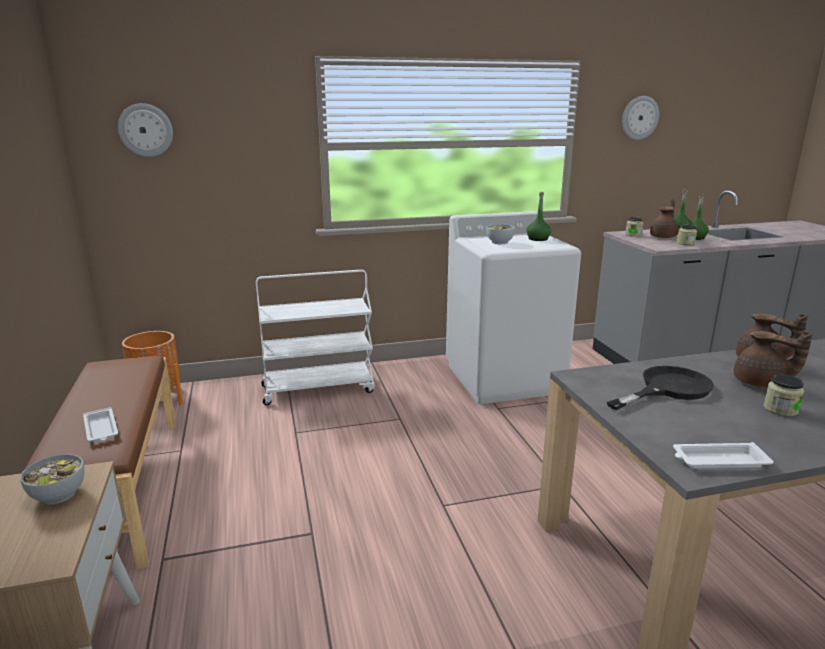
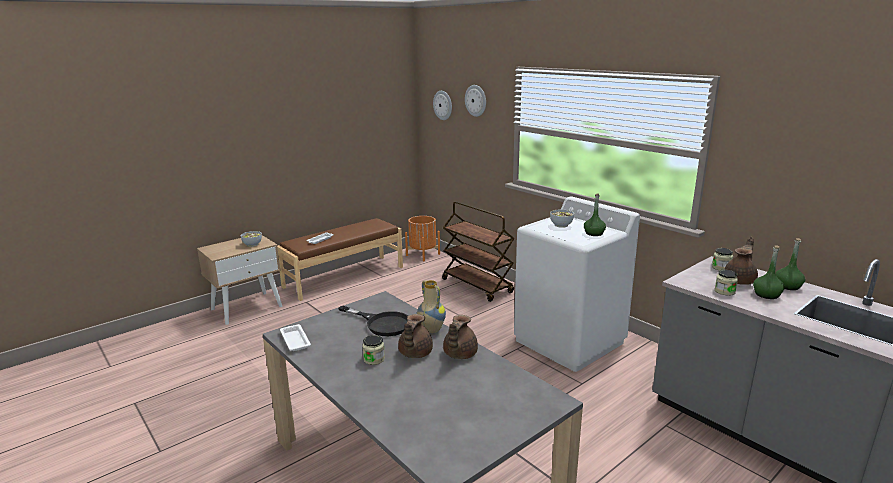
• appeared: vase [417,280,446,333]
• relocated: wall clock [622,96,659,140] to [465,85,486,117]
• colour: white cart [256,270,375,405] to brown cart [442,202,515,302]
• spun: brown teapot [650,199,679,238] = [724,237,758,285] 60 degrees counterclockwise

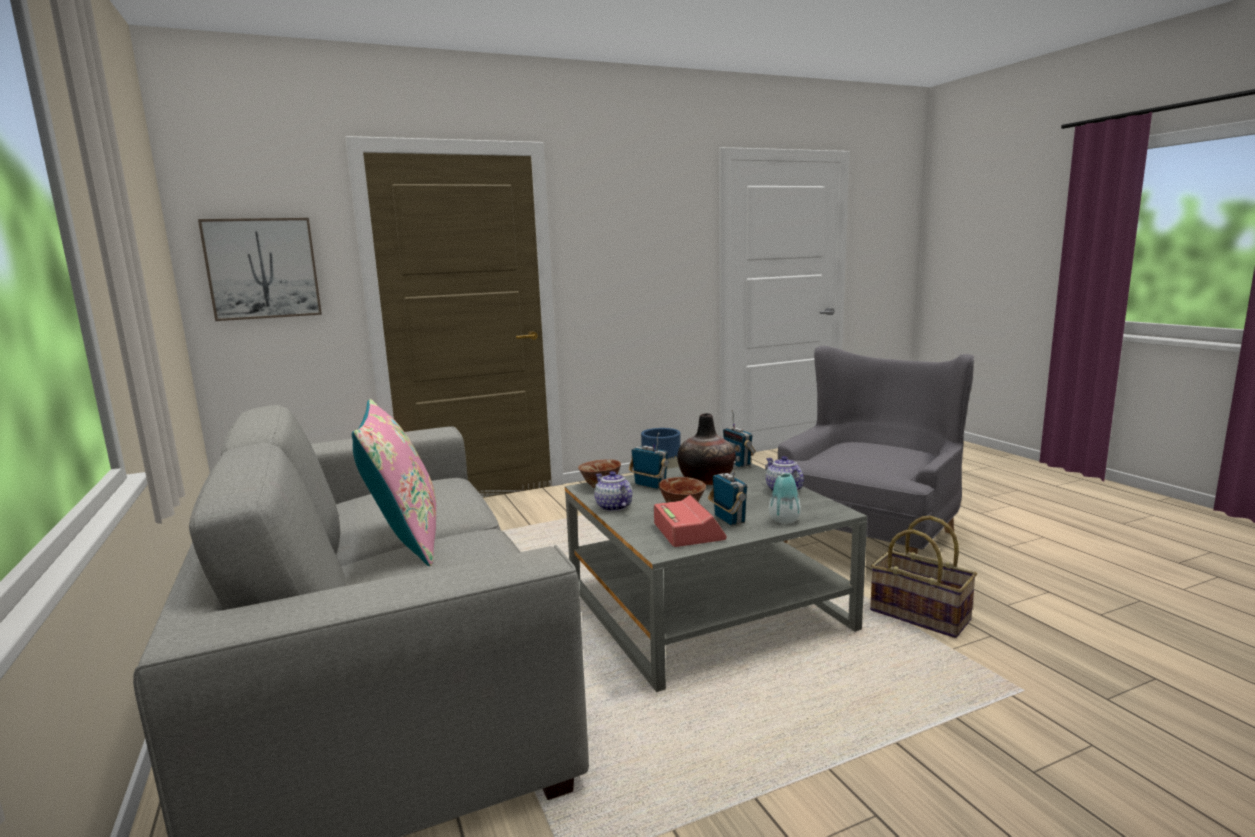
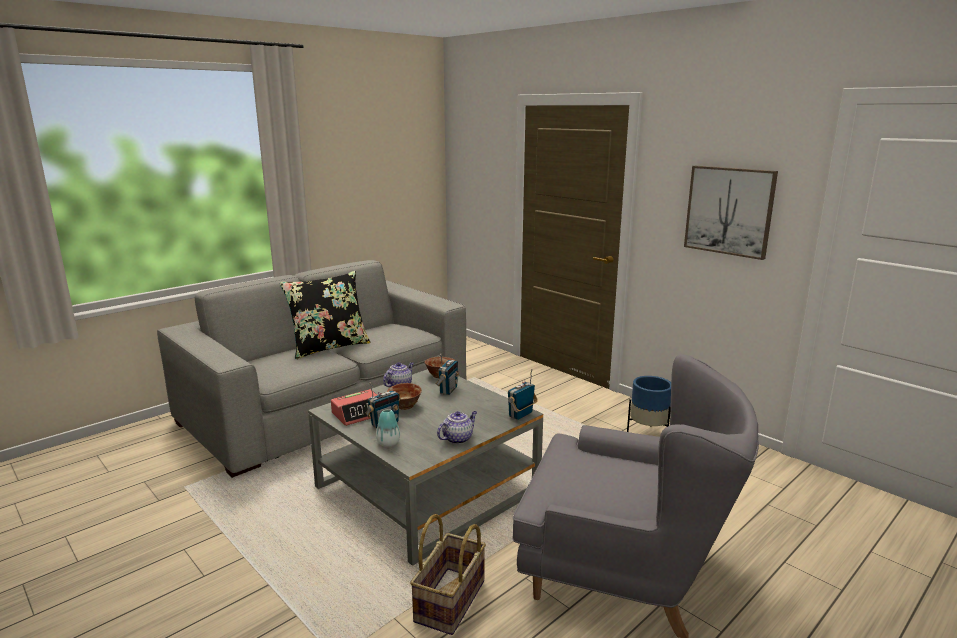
• missing: vase [677,413,736,485]
• relocated: picture [198,218,322,321] to [684,166,778,260]
• colour: pink pillow [352,399,436,566] to black pillow [280,271,371,359]

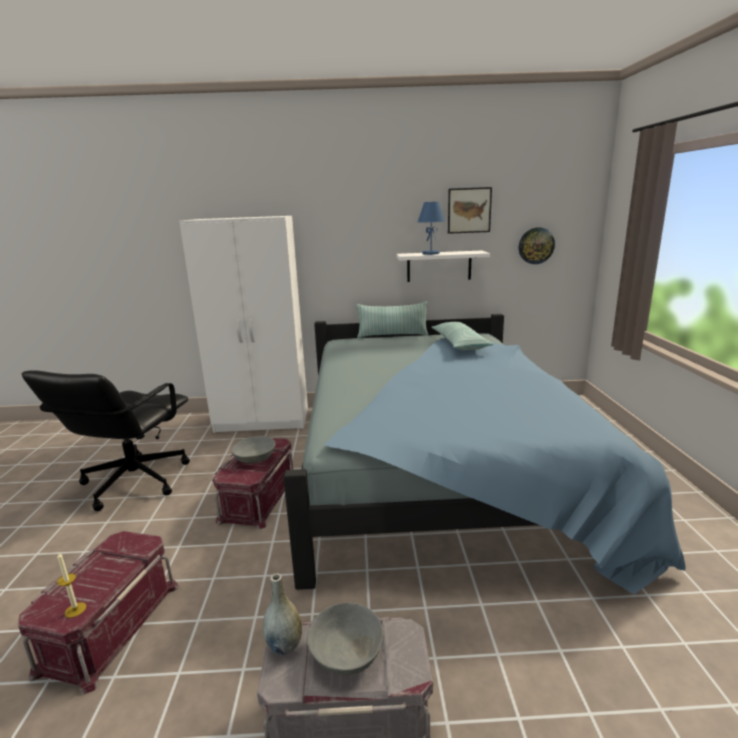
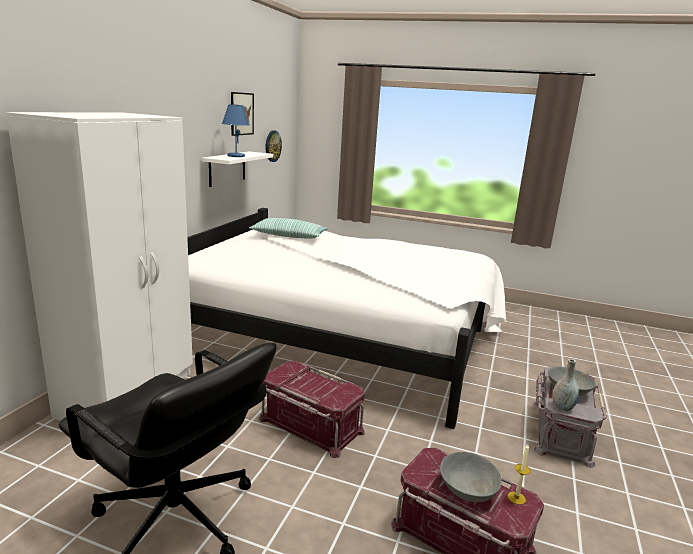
• missing: pillow [356,301,428,338]
• relocated: grey bowl [232,436,275,463] to [440,452,502,502]
• colour: blue bed [283,314,685,594] to white bed [187,208,506,429]

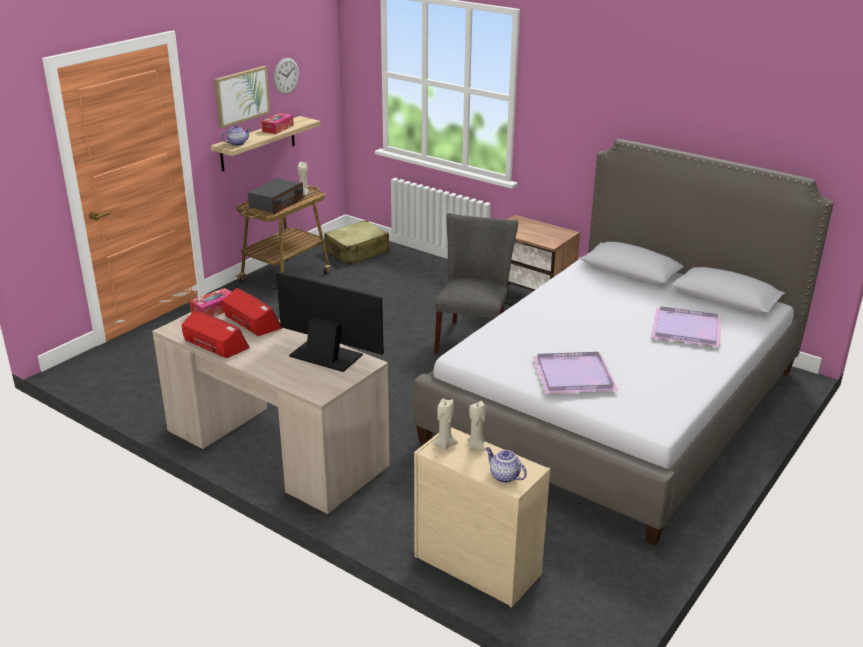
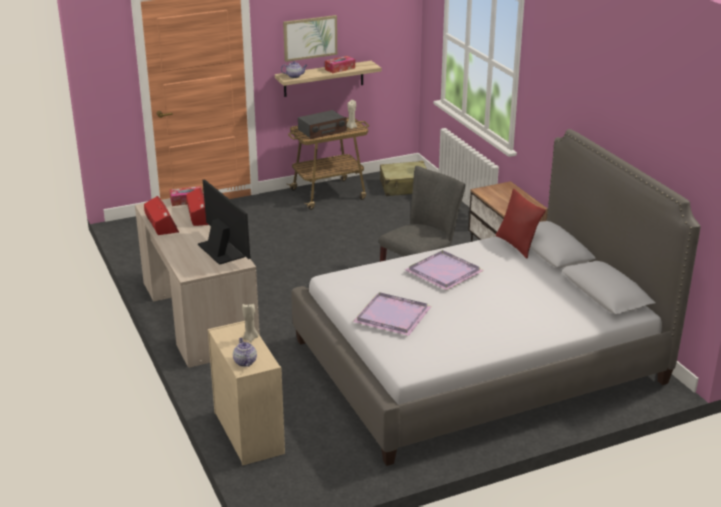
• missing: wall clock [273,58,299,95]
• missing: beige candle [432,399,458,450]
• appeared: red pillow [496,188,546,258]
• relocated: purple tray [651,306,721,347] to [405,250,484,290]

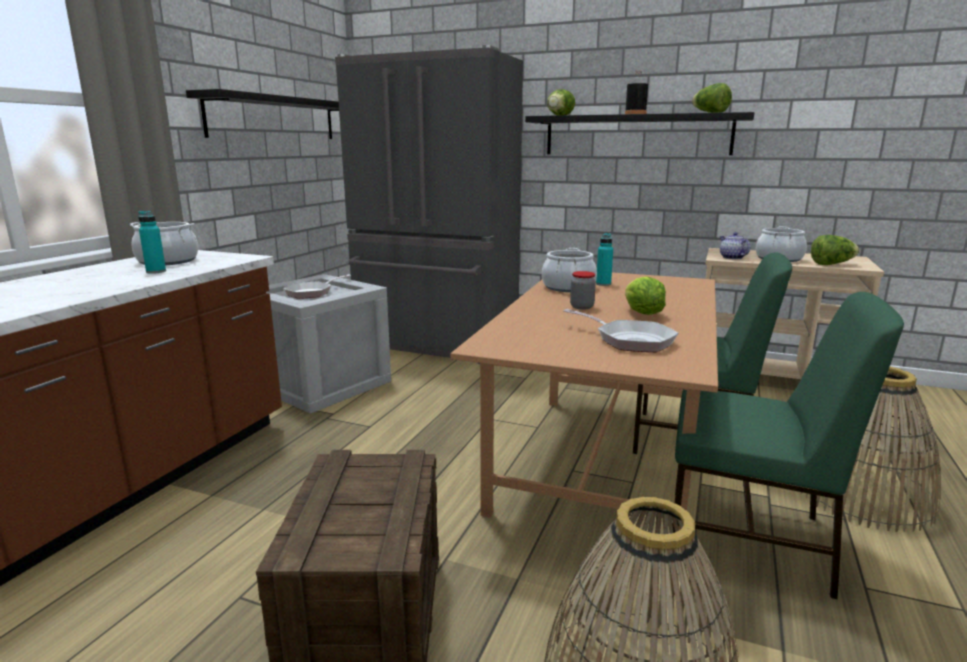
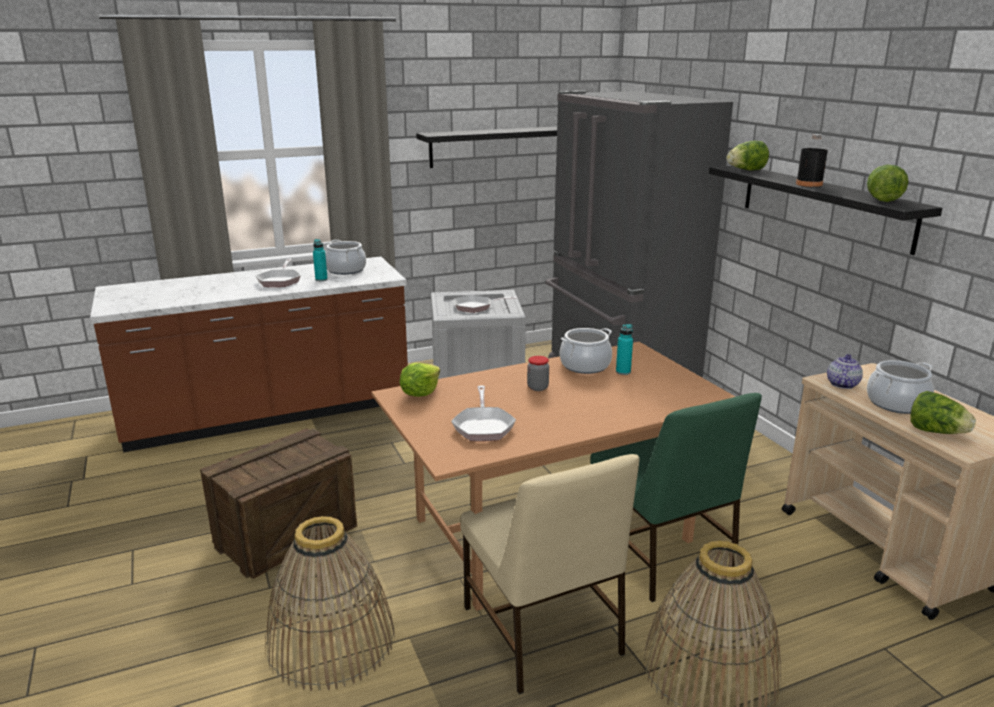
• appeared: frying pan [255,259,301,287]
• relocated: lettuce [625,276,666,315] to [399,363,440,397]
• colour: green chair [672,292,904,599] to beige chair [460,454,639,694]

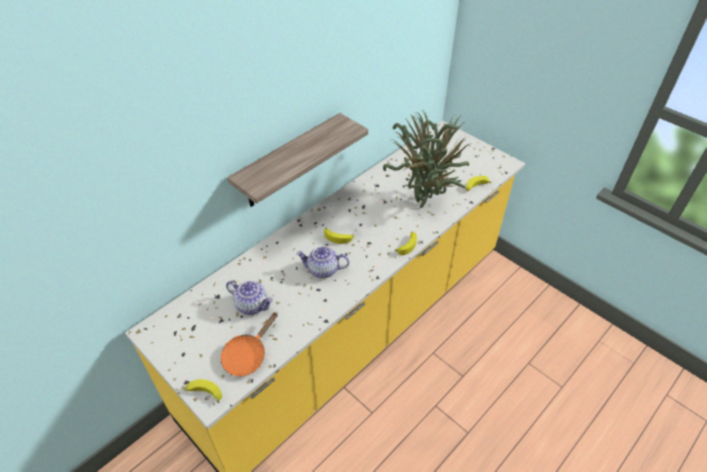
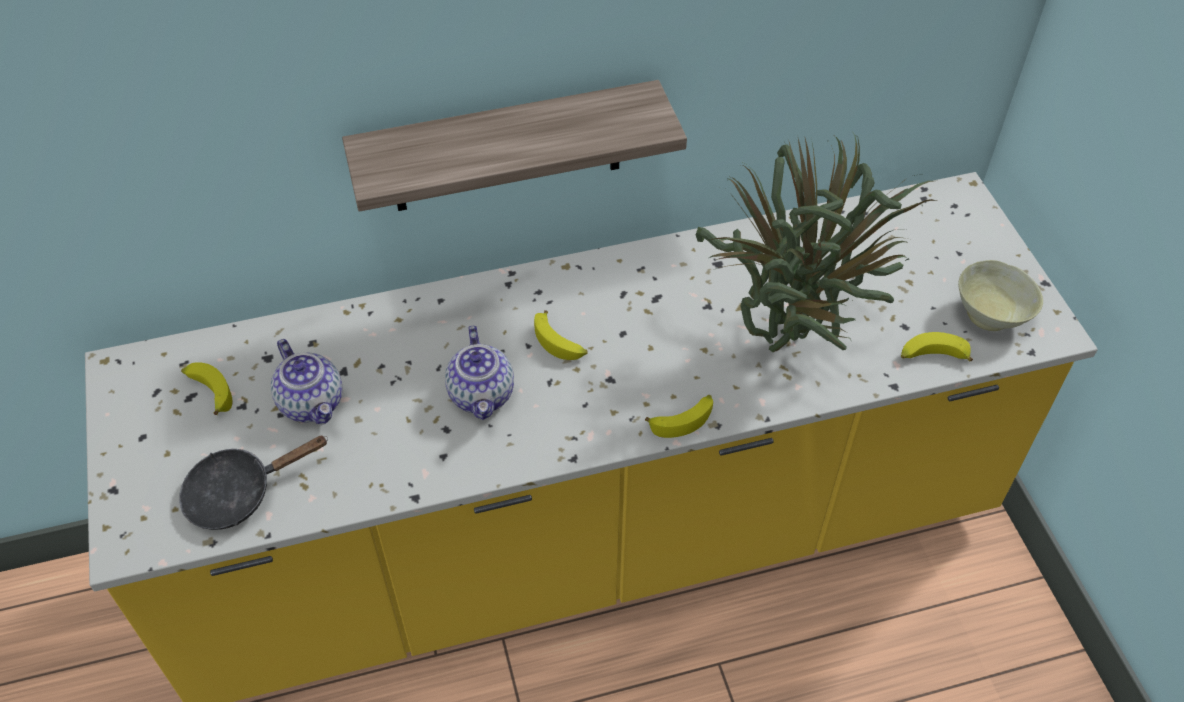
• appeared: beige bowl [958,260,1043,331]
• relocated: banana [184,379,222,403] to [181,362,233,415]
• colour: orange frying pan [221,312,278,376] to black frying pan [179,436,328,530]
• spun: teapot [296,246,349,278] = [445,326,514,420] 135 degrees counterclockwise

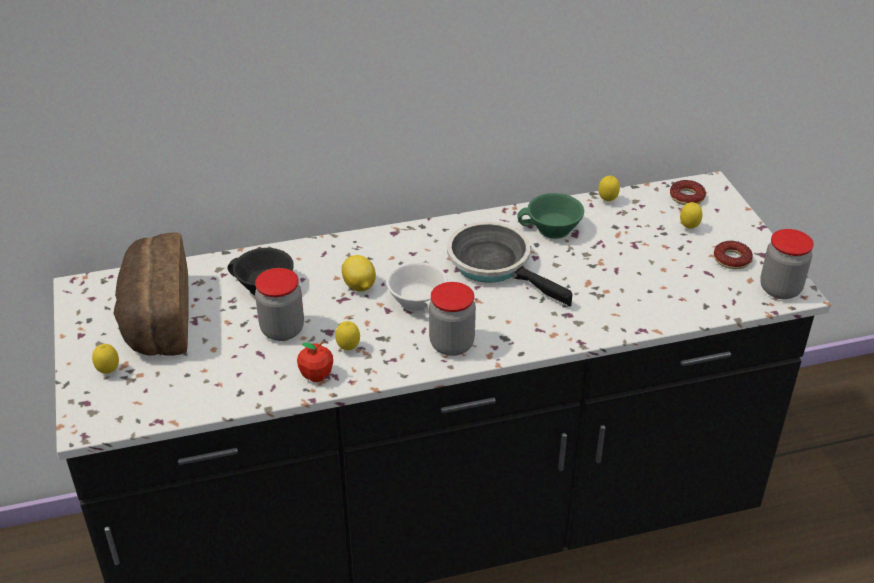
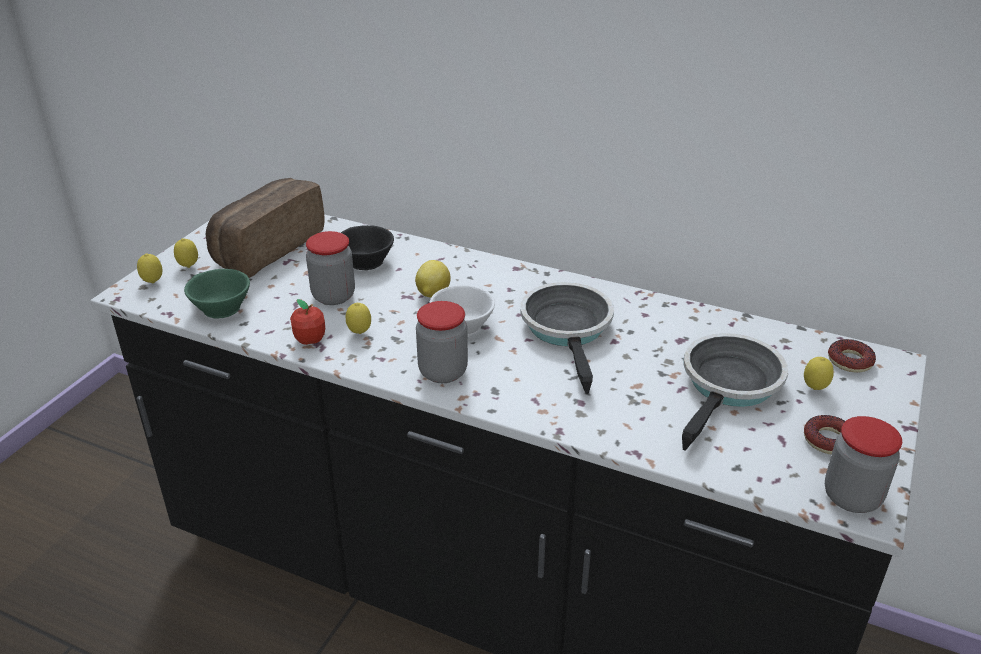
• appeared: frying pan [682,333,788,451]
• relocated: green cup [518,193,584,239] to [184,269,250,319]
• relocated: lemon [598,176,620,202] to [137,254,162,283]

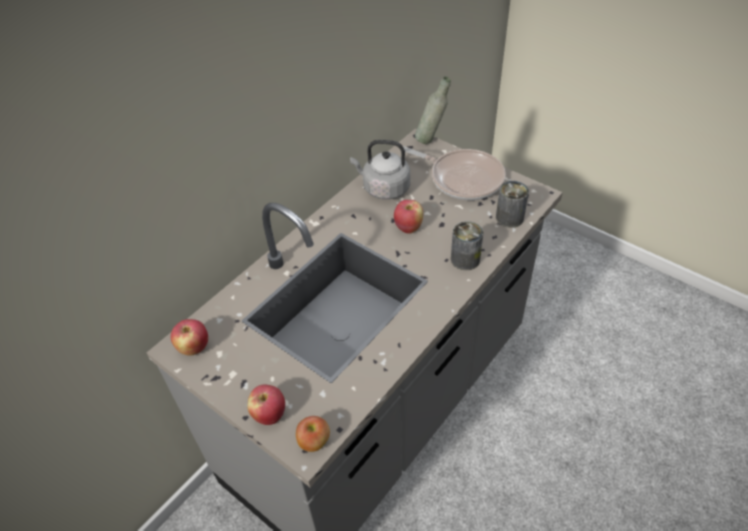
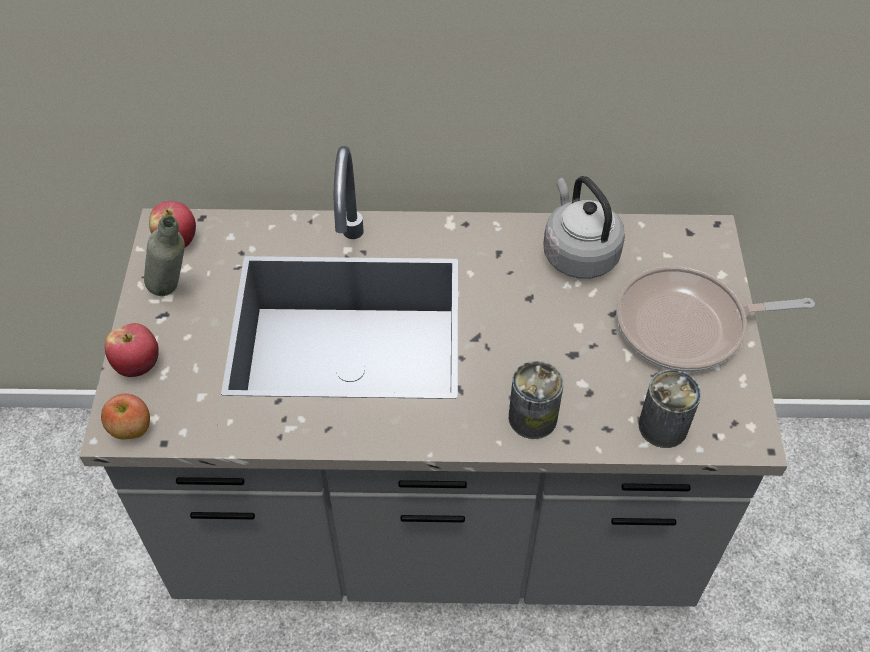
• missing: apple [394,200,423,234]
• relocated: grey bottle [415,76,451,144] to [144,215,185,296]
• spun: frying pan [403,146,506,200] = [616,266,815,372] 90 degrees clockwise

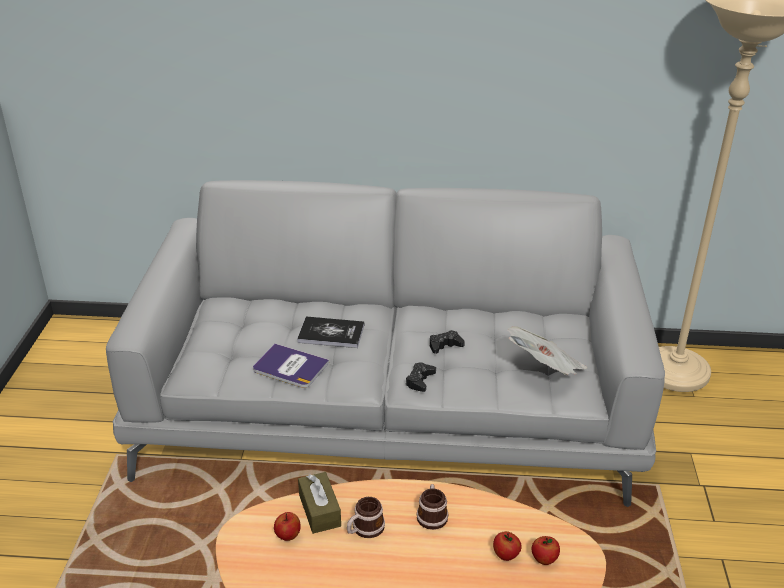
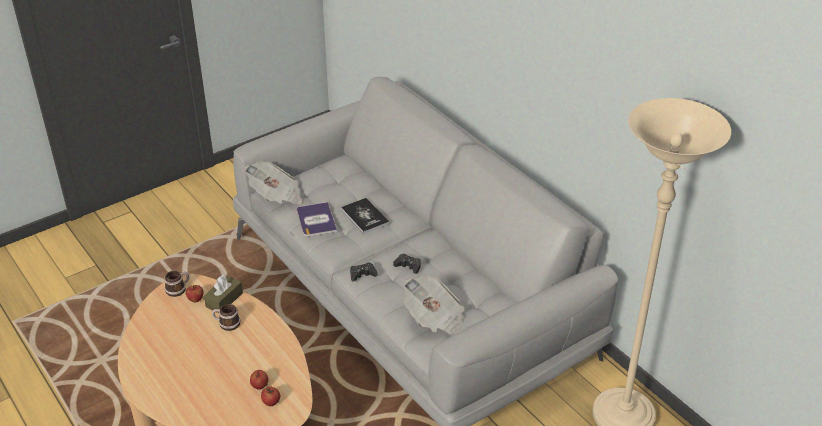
• appeared: newspaper [244,161,302,204]
• relocated: mug [416,484,449,530] to [164,271,190,297]

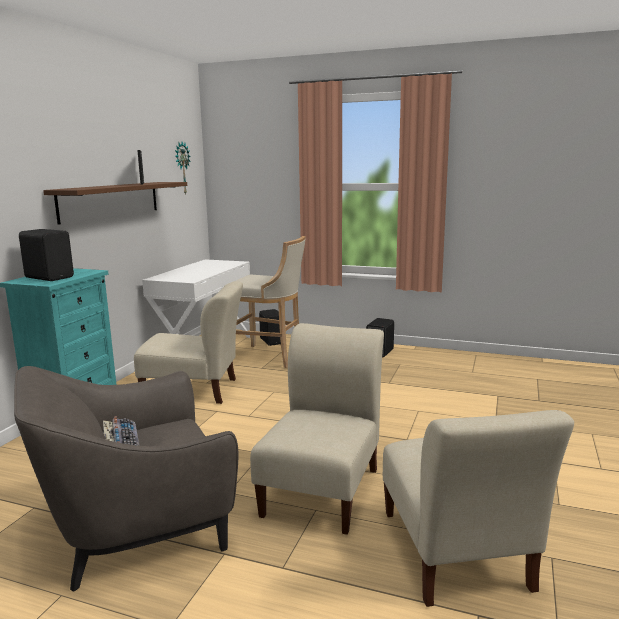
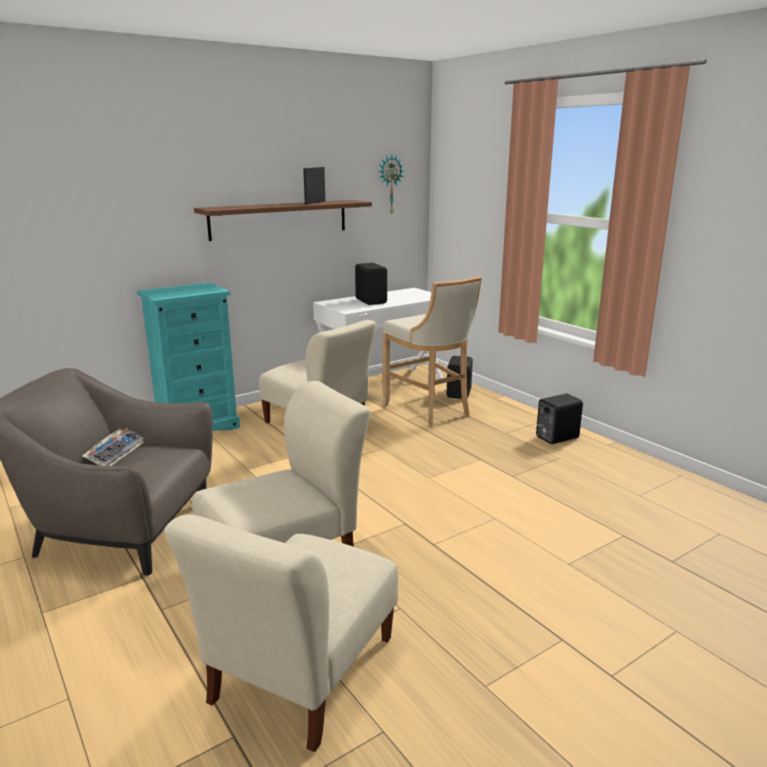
• relocated: black speaker [19,229,74,281] to [355,263,387,305]

